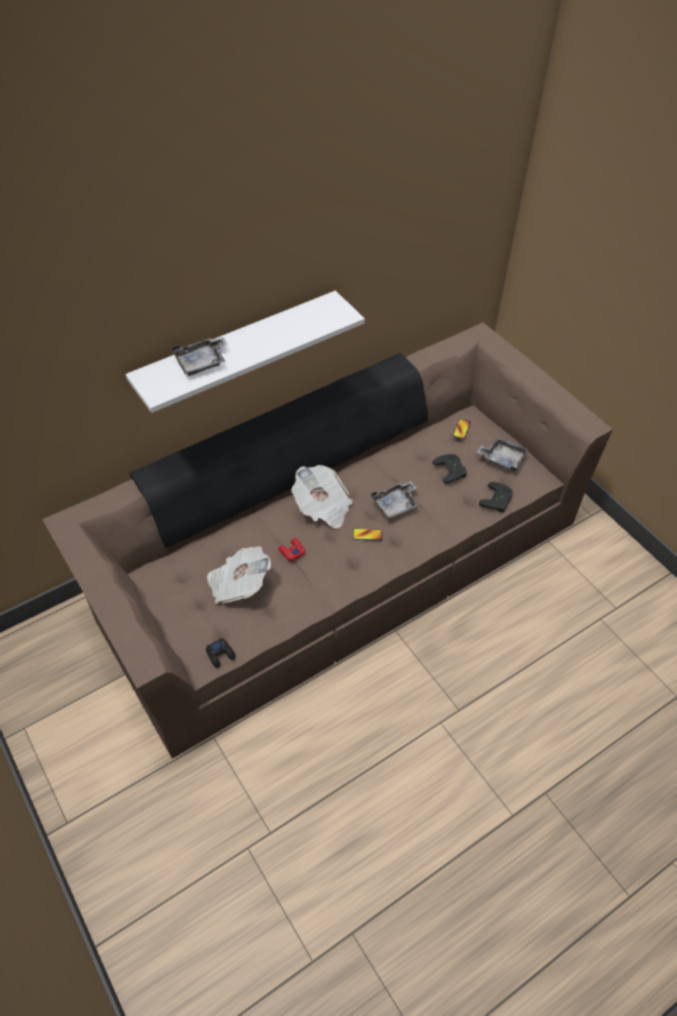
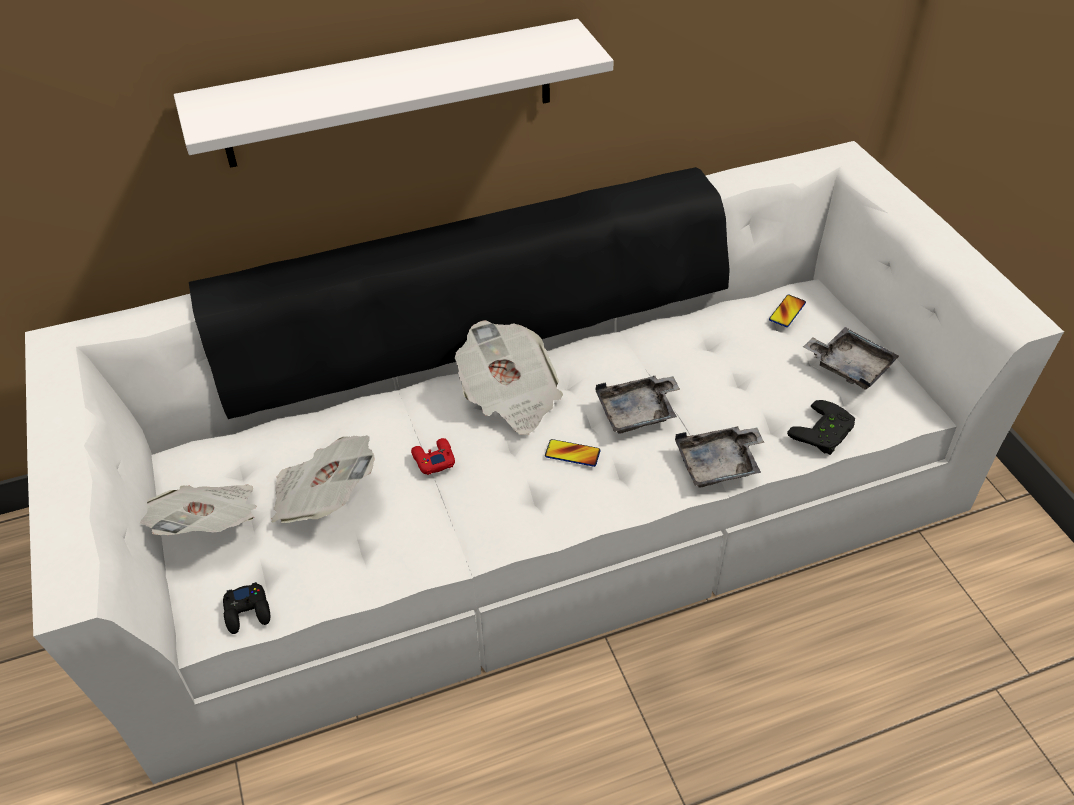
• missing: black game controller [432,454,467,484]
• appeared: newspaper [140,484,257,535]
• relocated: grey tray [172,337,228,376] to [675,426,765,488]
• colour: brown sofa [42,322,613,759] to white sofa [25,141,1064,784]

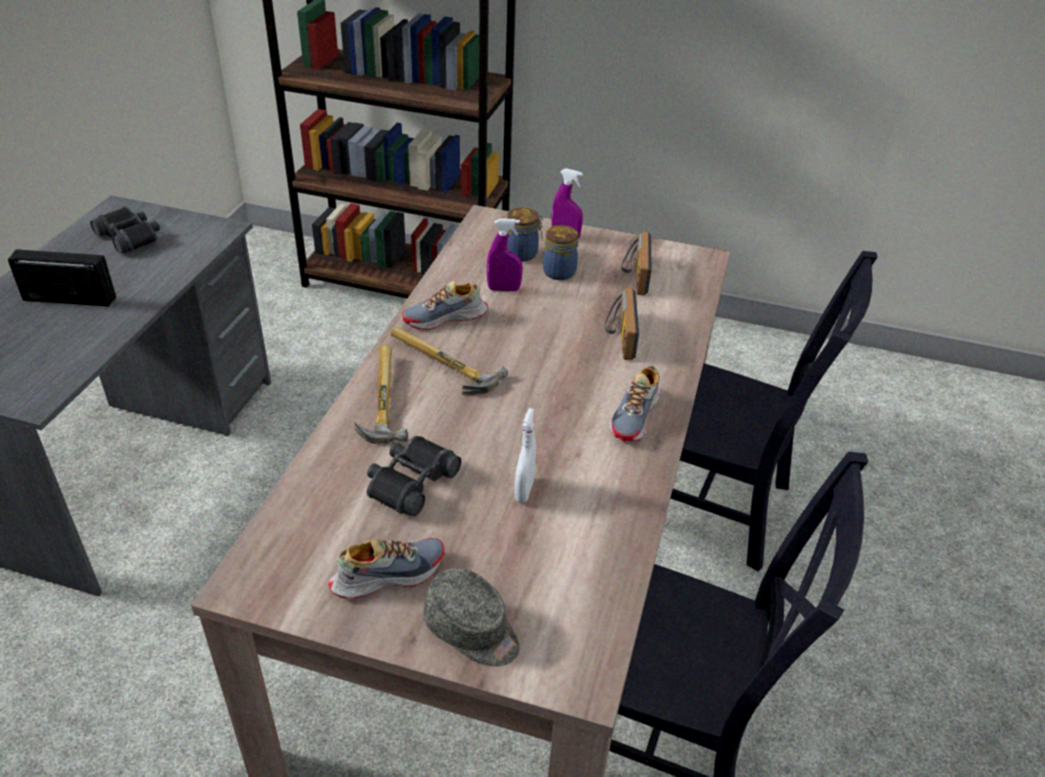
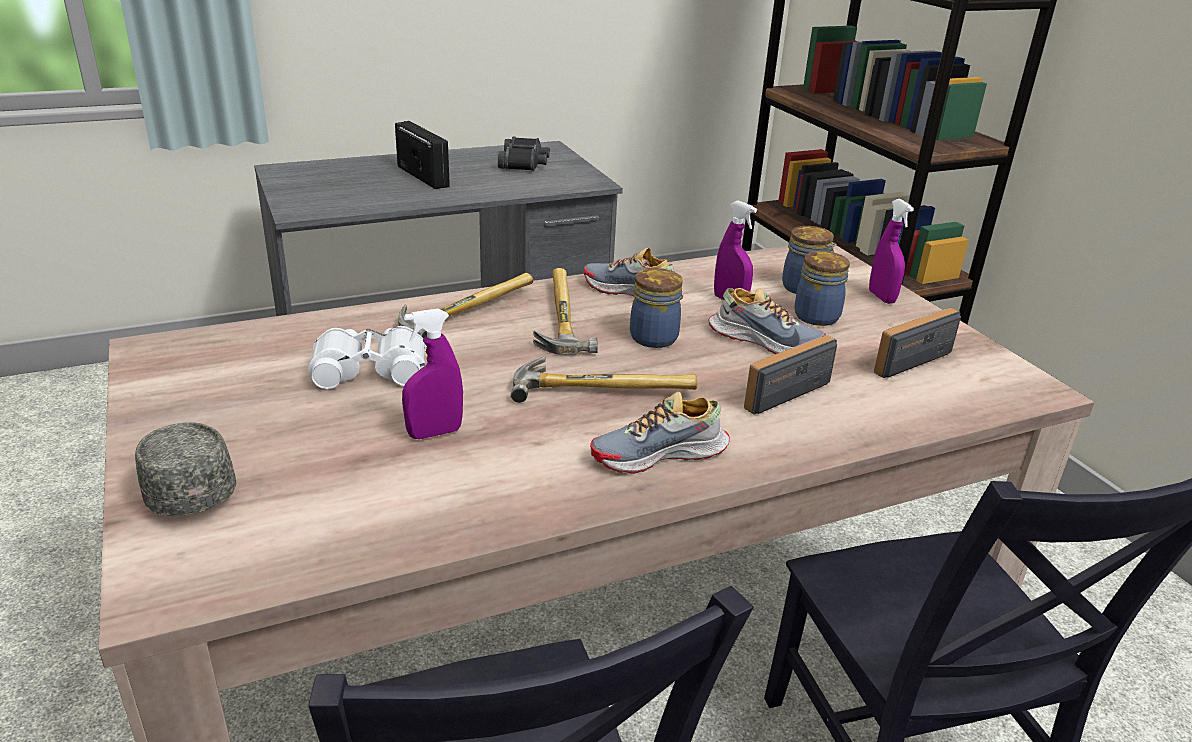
• appeared: hammer [511,356,697,403]
• appeared: jar [630,268,683,348]
• relocated: shoe [328,538,444,599] to [709,288,826,354]
• colour: black binoculars [367,436,461,517] to white binoculars [308,326,425,389]
• colour: white spray bottle [515,408,536,503] to purple spray bottle [402,309,463,439]
• spun: grey cap [424,568,520,667] = [135,422,236,516] 150 degrees clockwise

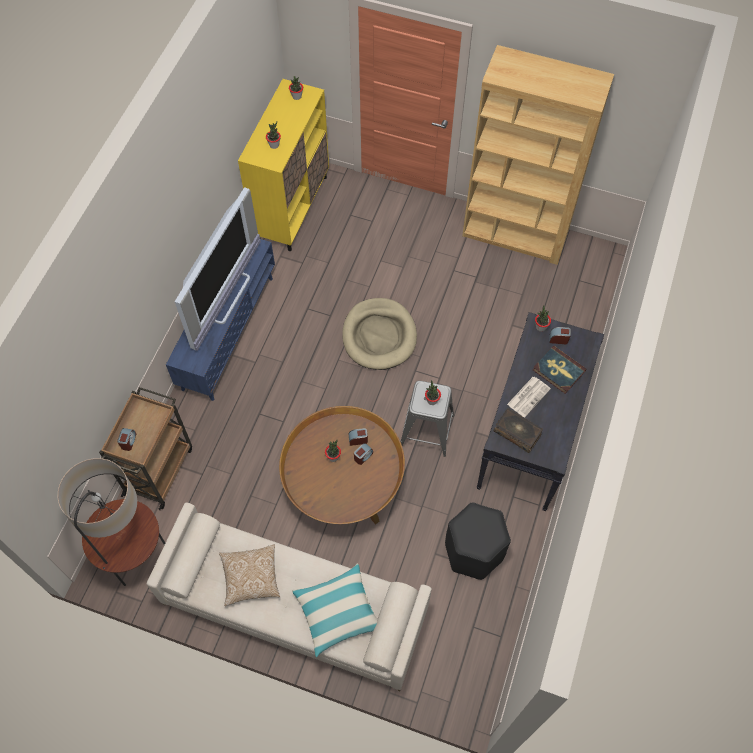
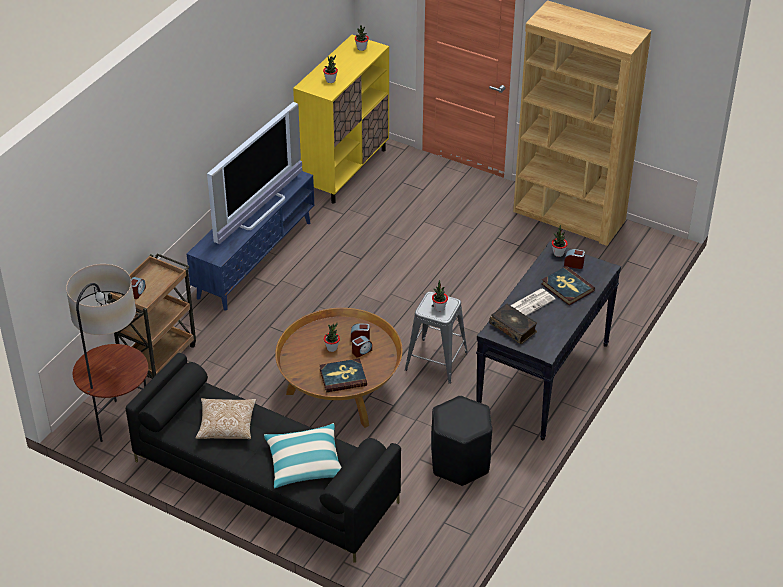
• missing: beige dog bed [342,298,417,370]
• appeared: book [320,358,367,393]
• colour: beige sofa [147,503,432,691] to black sofa [126,353,401,563]

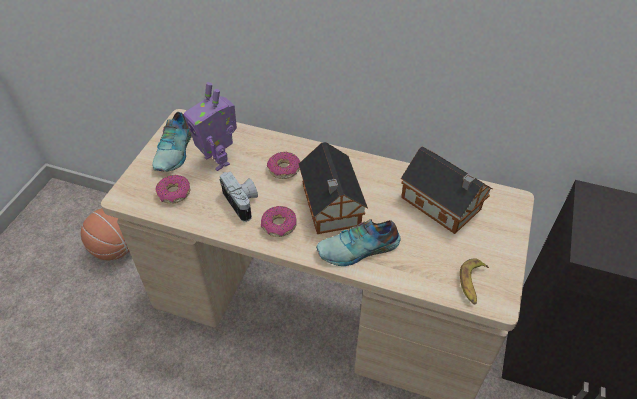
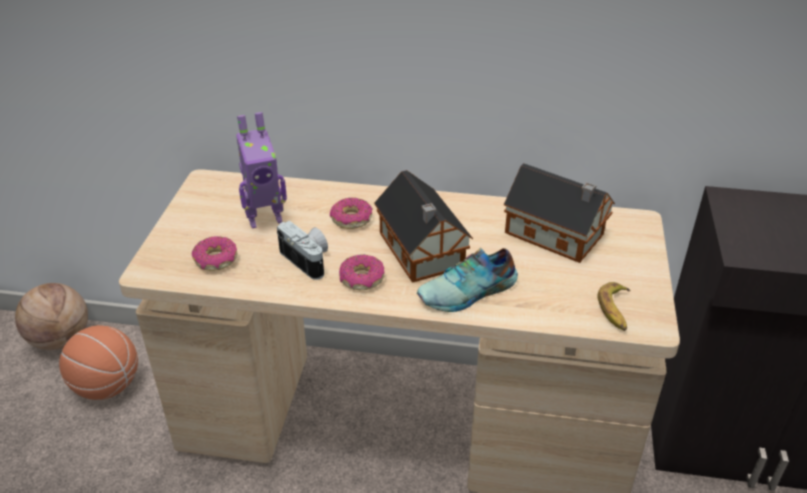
• missing: shoe [153,112,192,172]
• appeared: basketball [15,283,88,350]
• spun: toy robot [183,82,237,171] = [236,112,287,228] 60 degrees counterclockwise

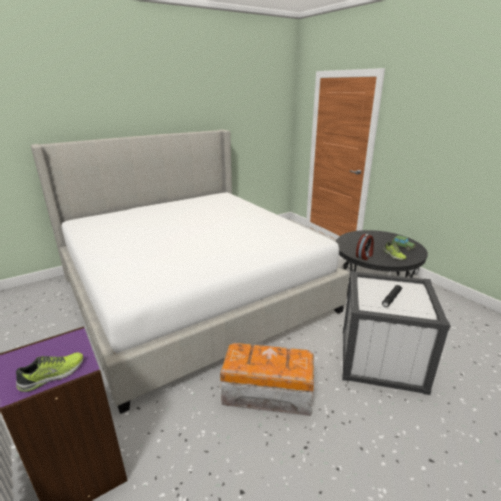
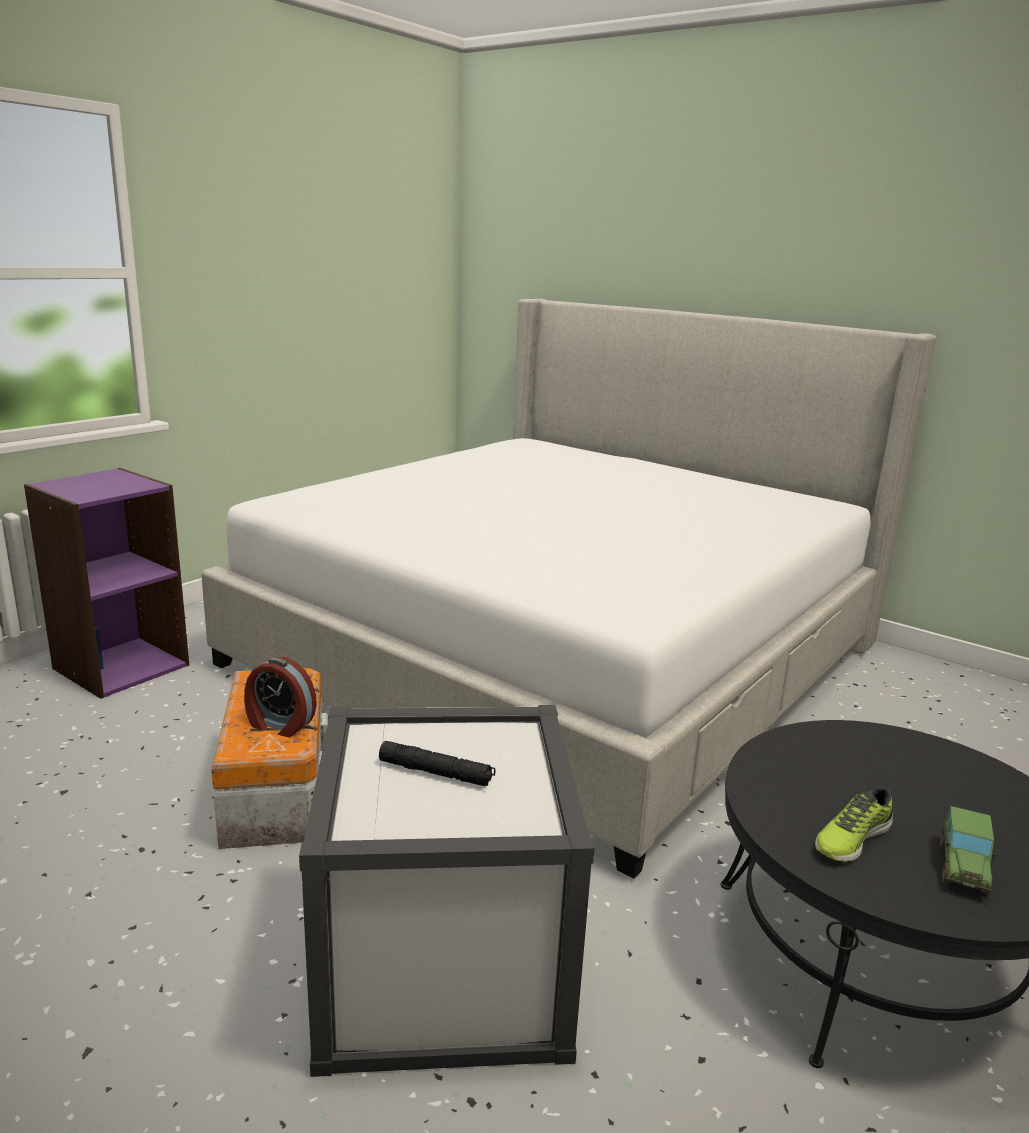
• missing: shoe [16,352,83,392]
• relocated: alarm clock [356,234,374,260] to [244,657,317,737]

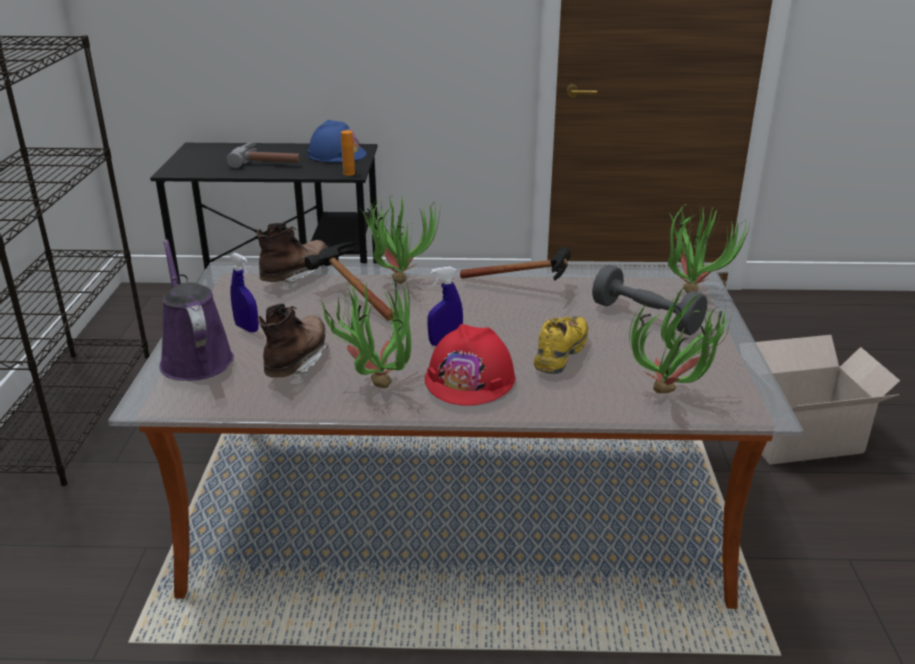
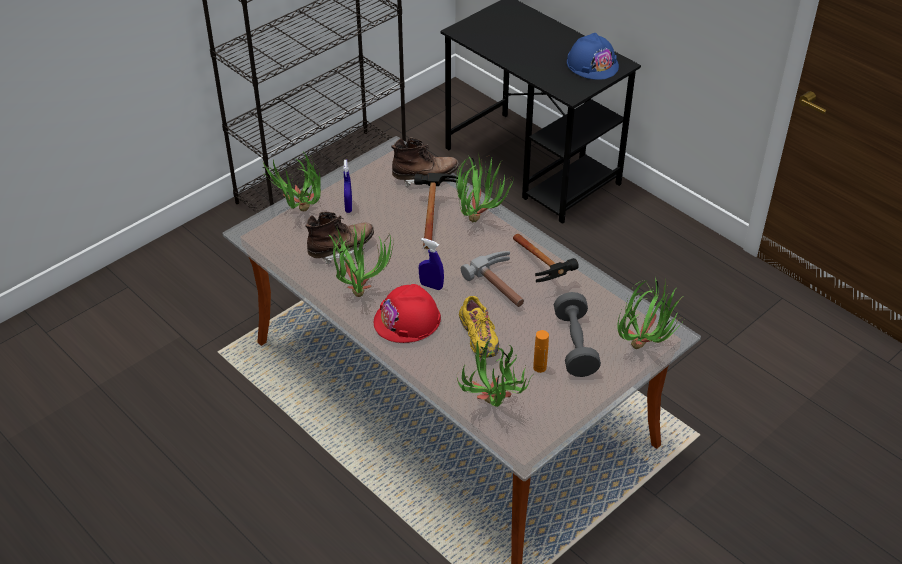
• missing: cardboard box [756,335,900,465]
• relocated: hammer [227,142,300,168] to [461,251,524,307]
• relocated: orange bottle [341,130,355,176] to [533,330,549,373]
• exchanged: purple watering can [159,239,234,381] to potted plant [261,153,321,212]
• spun: yellow shoe [534,316,589,374] = [459,296,499,358] 90 degrees clockwise

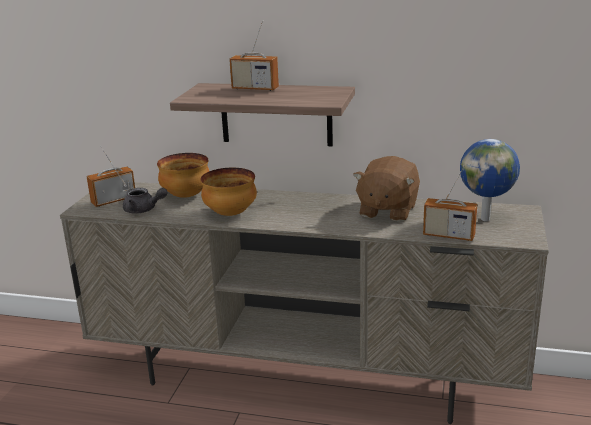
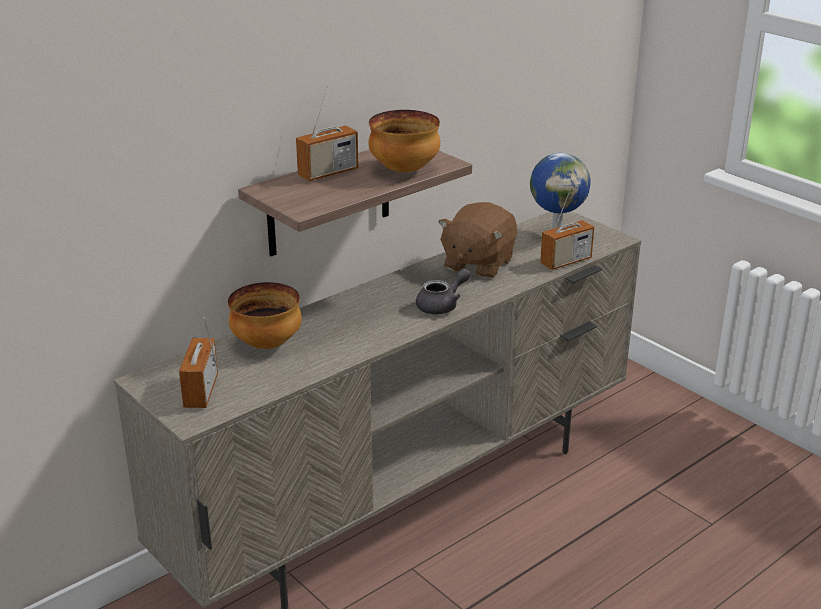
• relocated: grey teapot [123,188,167,214] to [416,268,471,314]
• relocated: bowl [201,168,257,216] to [369,110,440,172]
• spun: brown plush toy [353,156,420,222] = [438,202,517,279] 60 degrees clockwise

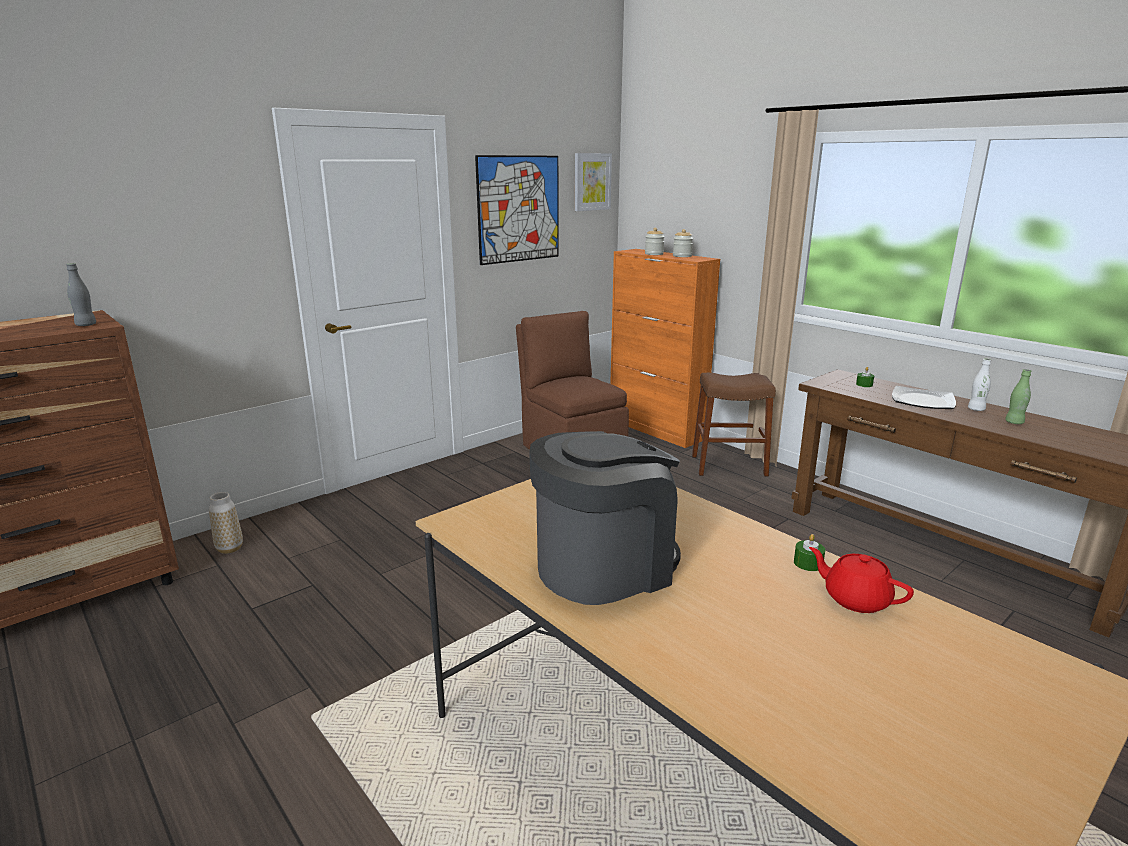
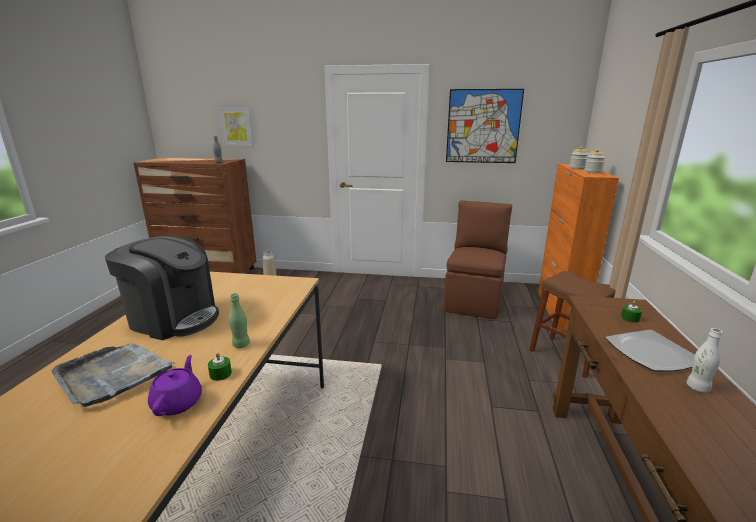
• appeared: grey tray [51,343,176,407]
• relocated: picture [575,153,612,211] to [218,107,254,146]
• relocated: green bottle [1005,369,1031,424] to [229,293,250,348]
• colour: red teapot [809,547,914,613] to purple teapot [148,355,202,416]

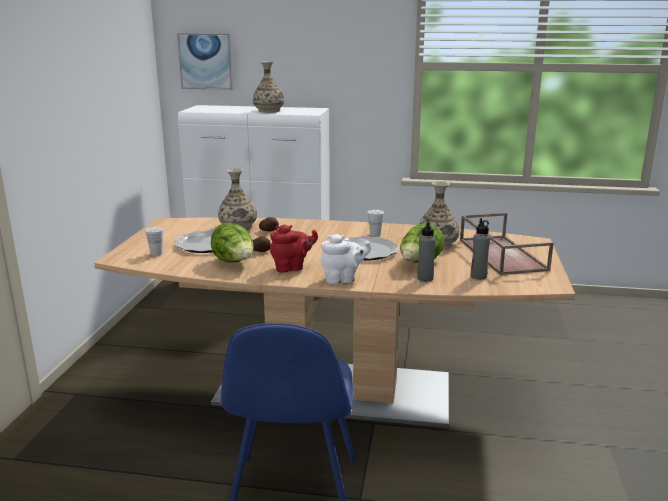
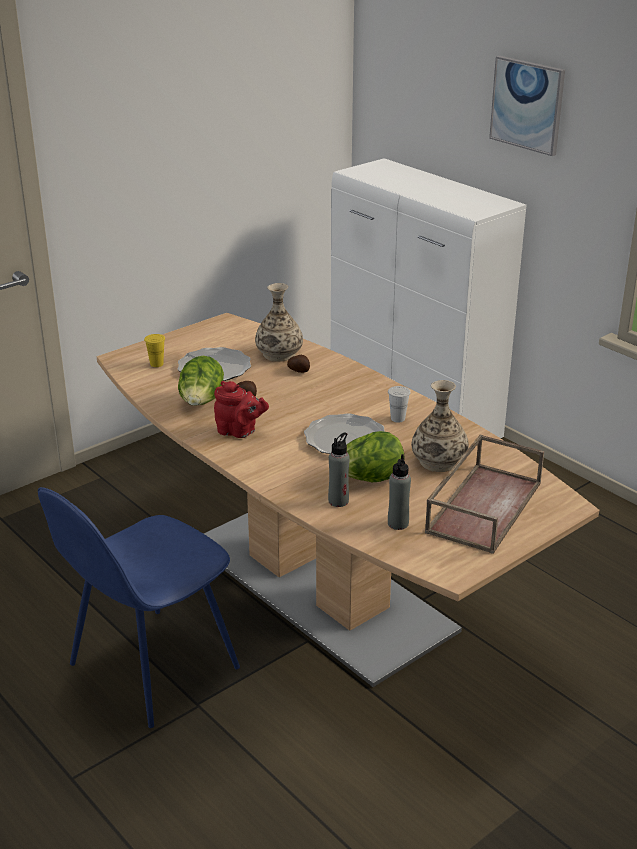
• missing: vase [253,61,284,113]
• missing: white teapot [320,234,371,284]
• relocated: picture [177,33,233,90] to [489,56,565,156]
• colour: white cup [145,227,164,256] to yellow cup [144,334,165,367]

